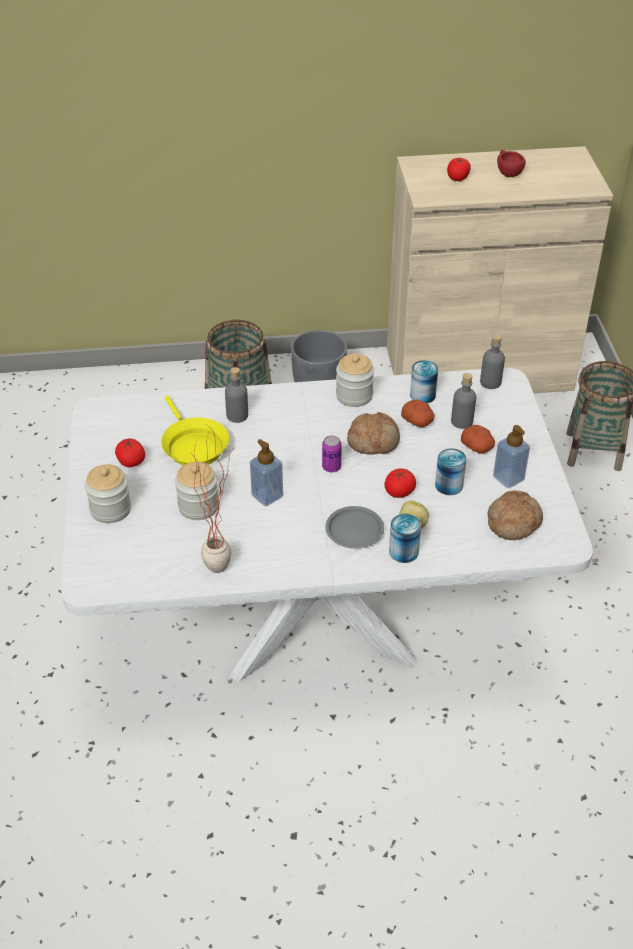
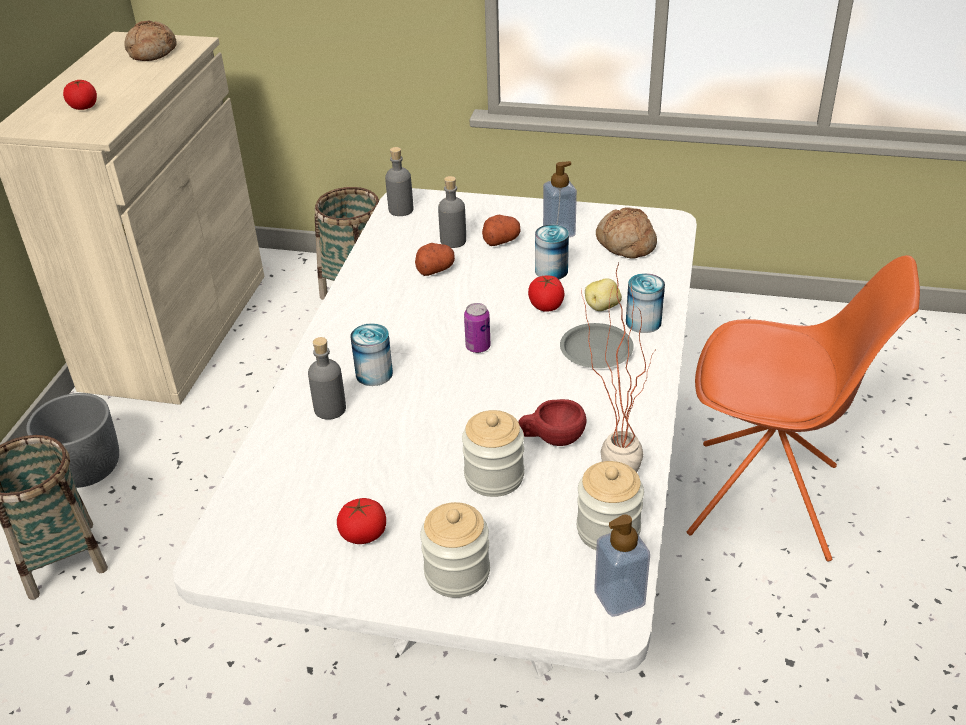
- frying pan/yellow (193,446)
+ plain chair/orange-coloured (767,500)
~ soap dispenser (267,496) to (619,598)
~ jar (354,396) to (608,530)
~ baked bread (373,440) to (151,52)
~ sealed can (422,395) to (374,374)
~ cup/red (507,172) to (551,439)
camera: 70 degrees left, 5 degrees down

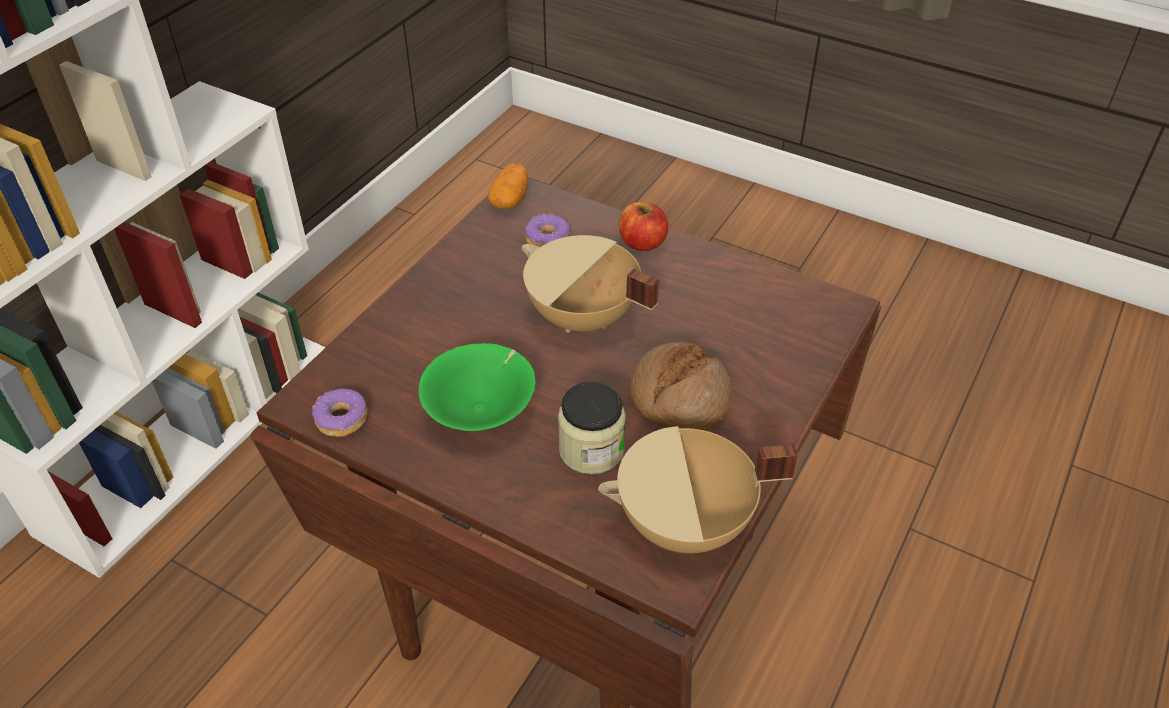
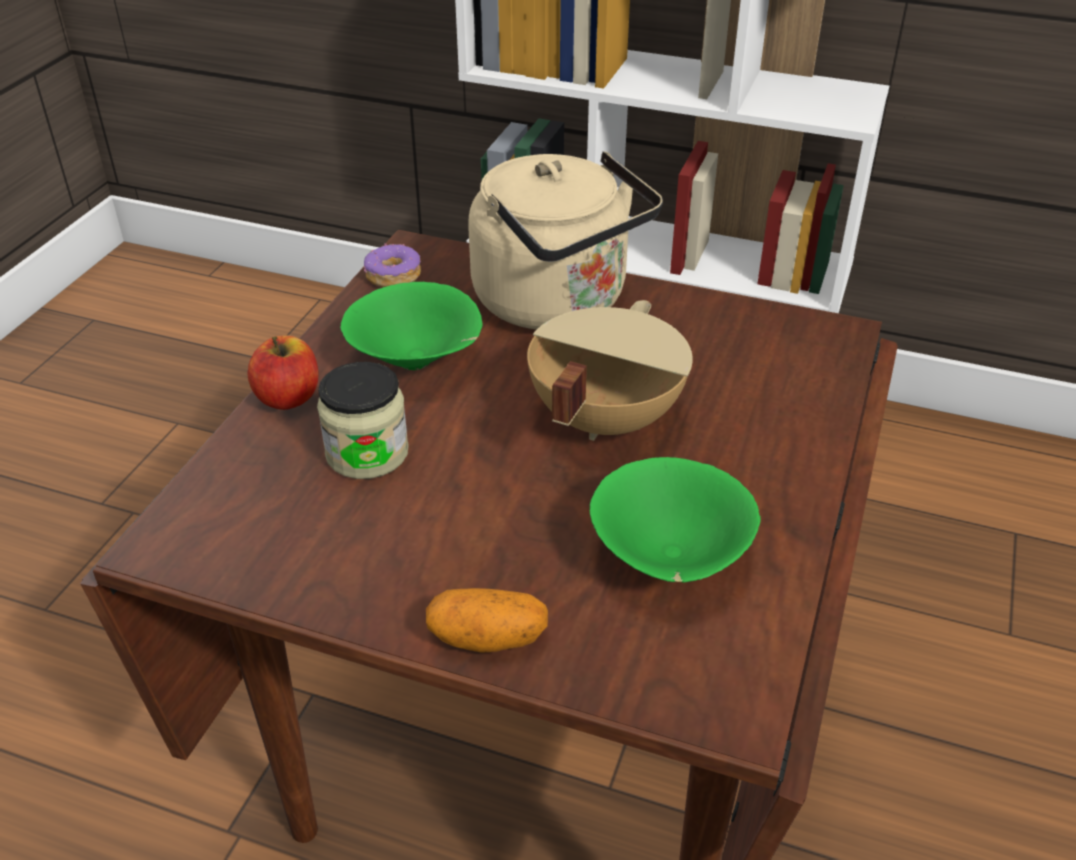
- doughnut (547,239)
- cooking pot/sand-coloured (685,526)
- baked bread (679,399)
+ kettle/sand-coloured (558,303)
+ serving bowl/green (669,560)
~ spud (510,199) to (487,637)
~ whole apple (642,243) to (288,397)
camera: 80 degrees right, 5 degrees down

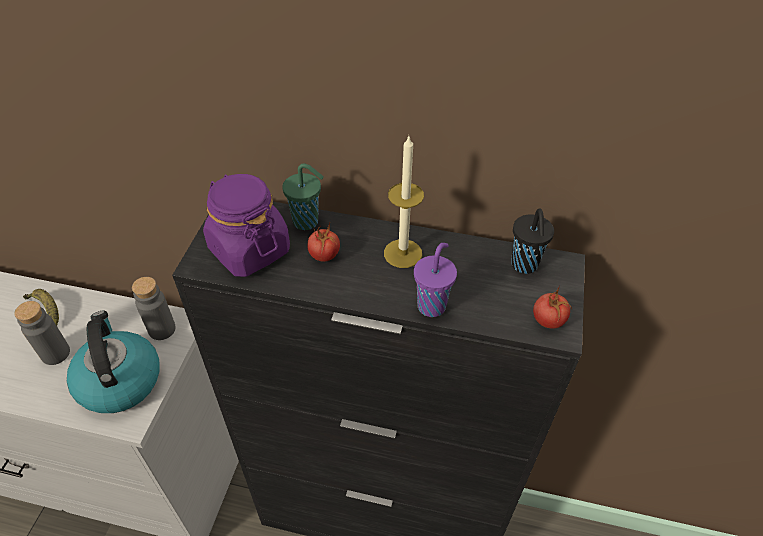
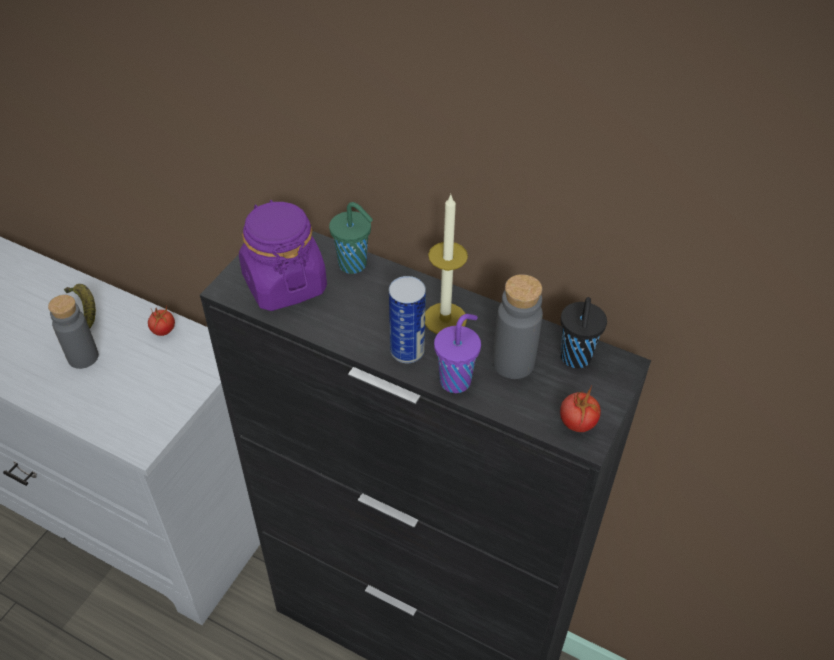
- kettle (119,380)
+ sealed can (407,351)
~ drink bottle/gray (162,329) to (513,363)
~ fresh tomato (324,256) to (163,331)
camera: 15 degrees right, 0 degrees up

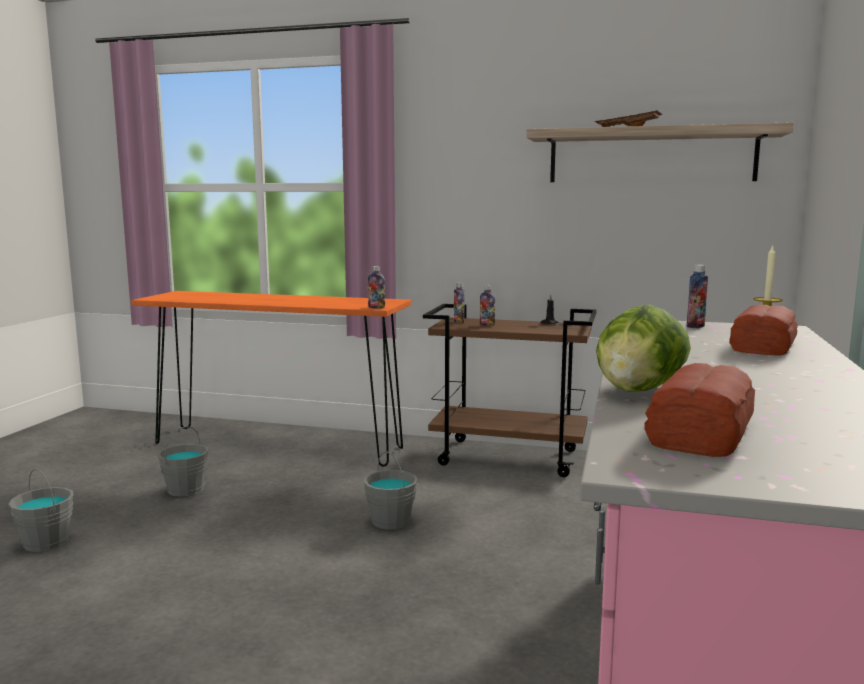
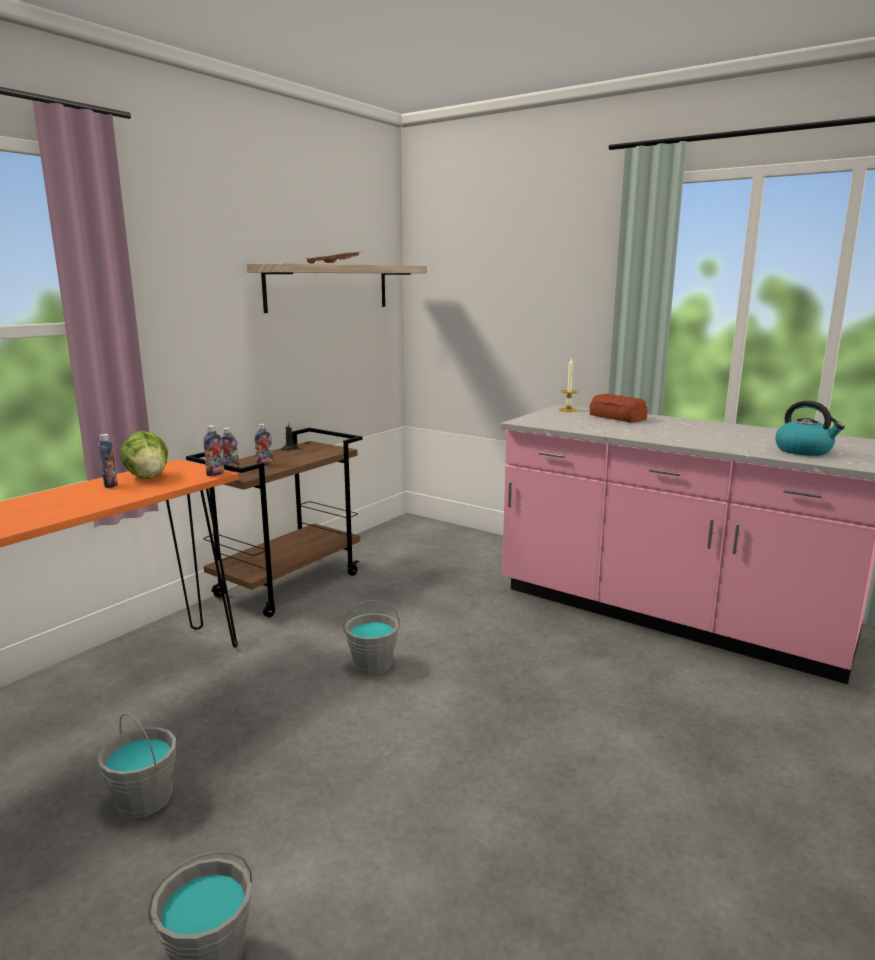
~ head of lettuce (638,390) to (148,477)
~ drink bottle (695,326) to (110,485)
~ baked bread (702,431) to kettle (804,451)
camera: 70 degrees left, 5 degrees up

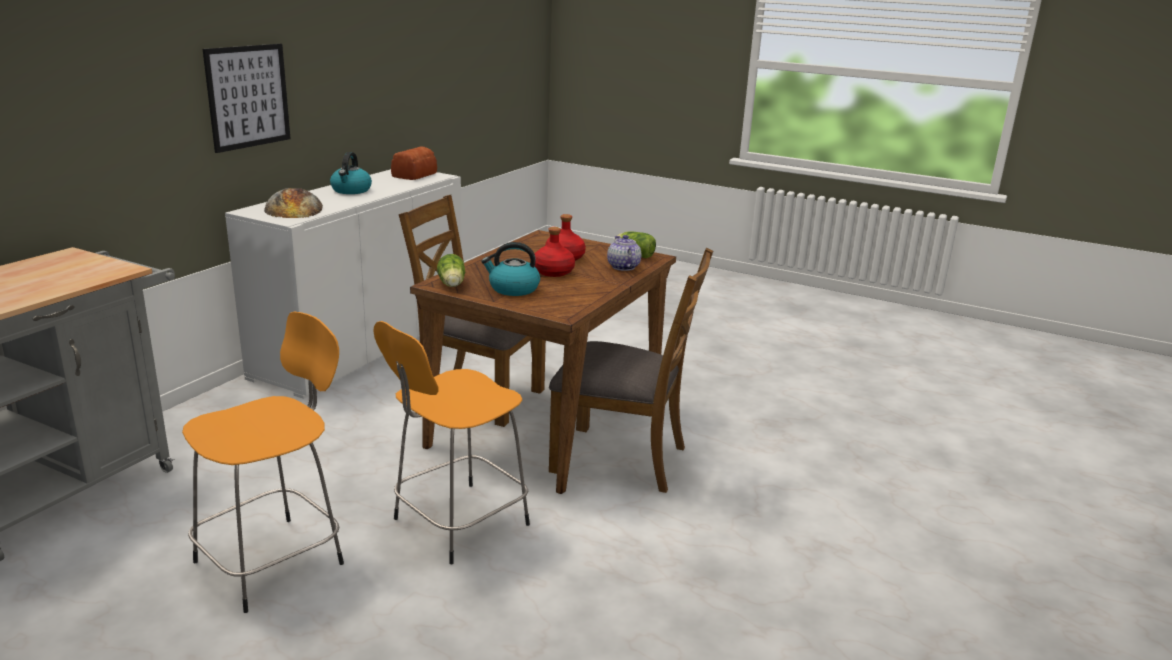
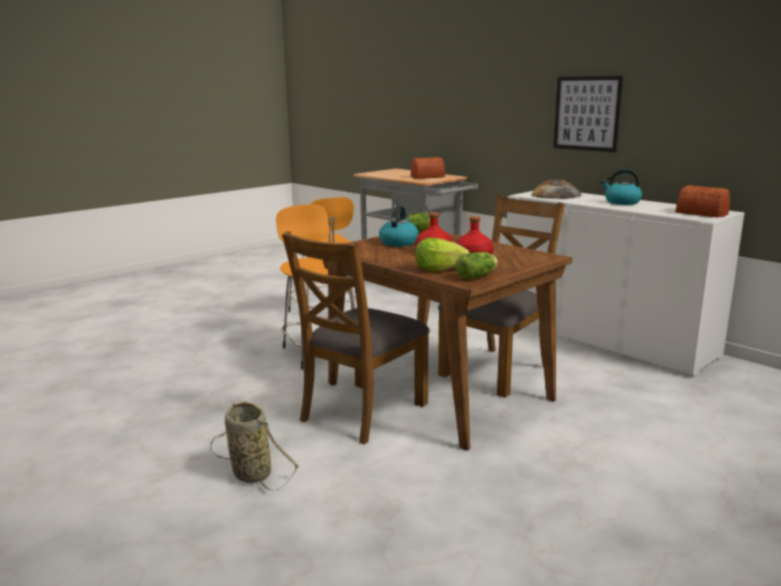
+ storage basket (250,472)
+ baked bread (426,177)
~ teapot (622,267) to head of lettuce (438,270)
camera: 110 degrees right, 5 degrees down

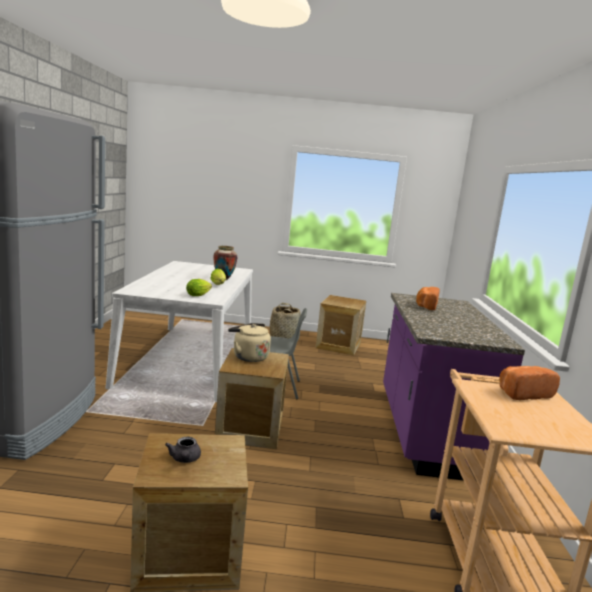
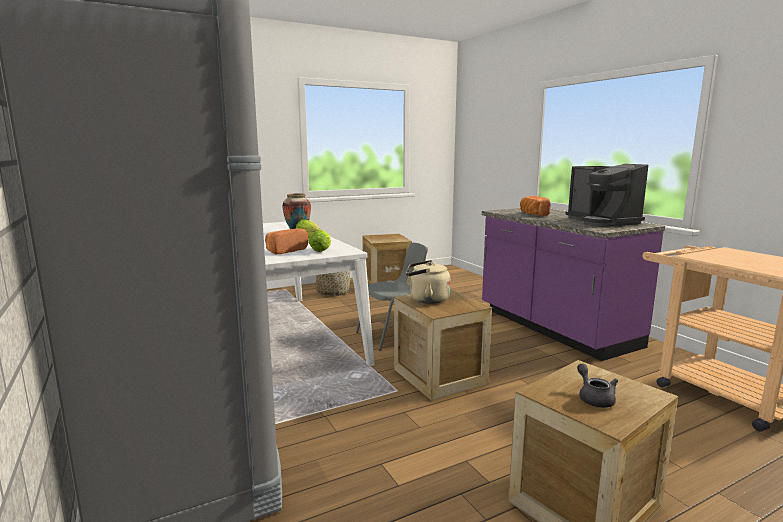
+ coffee brewer (602,222)
~ baked bread (522,393) to (285,251)
~ teapot/gray (184,459) = (594,398) 150 degrees counterclockwise
camera: 30 degrees left, 0 degrees up

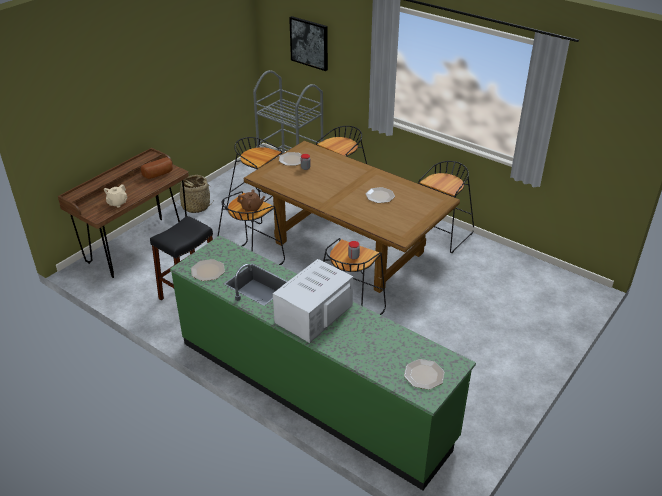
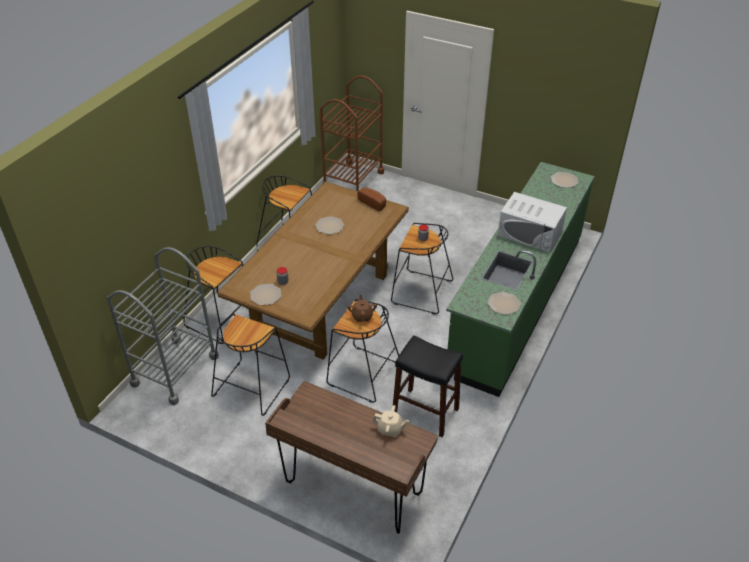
- storage basket (195,206)
- wall art (309,43)
+ wheeled cart/brown-coloured (353,180)
~ baked bread (159,174) to (373,203)
camera: 100 degrees left, 5 degrees up

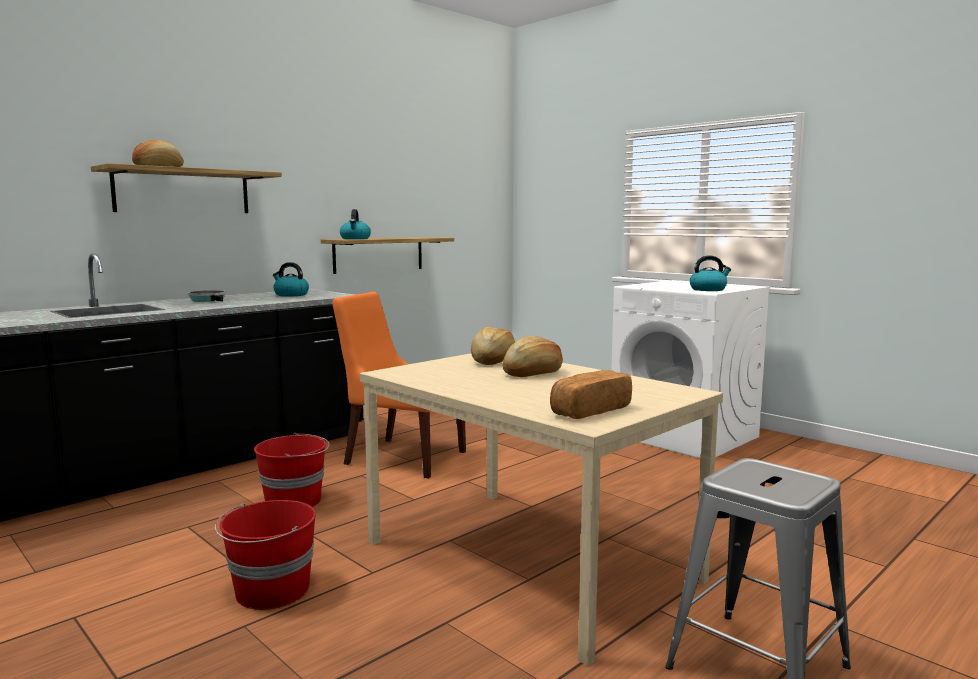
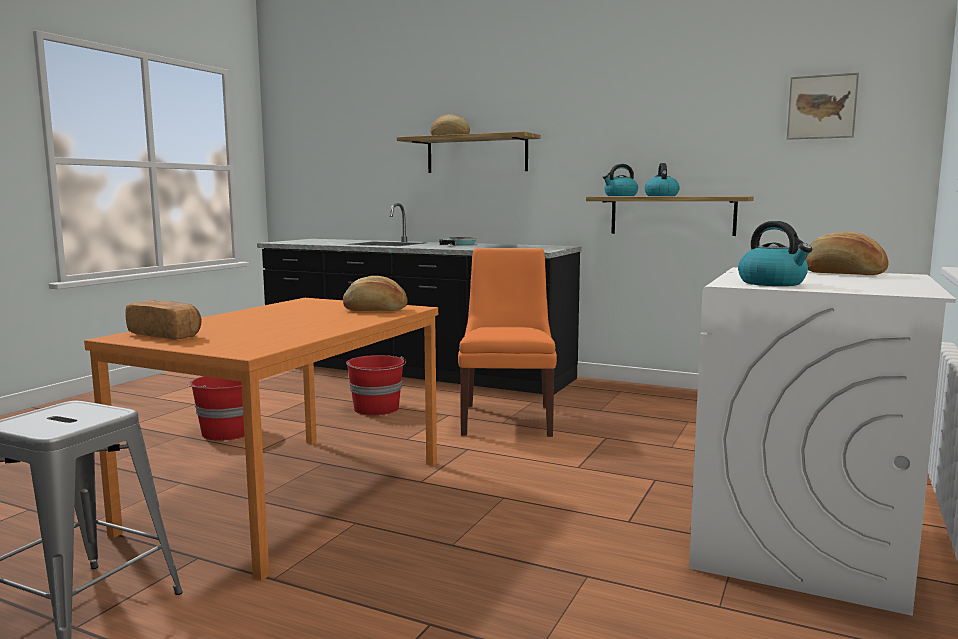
+ wall art (821,107)
~ kettle (290,295) to (661,196)
~ baked bread (533,373) to (842,273)
~ dinner table/sand-coloured (526,560) to dinner table/orange-coloured (291,494)
camera: 70 degrees right, 0 degrees up

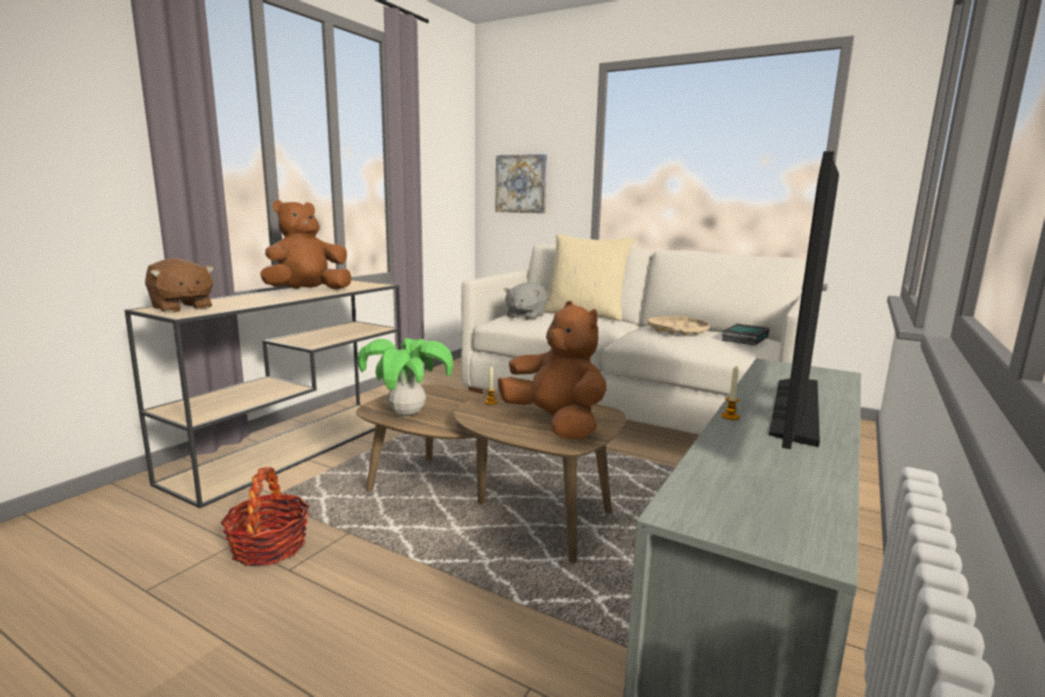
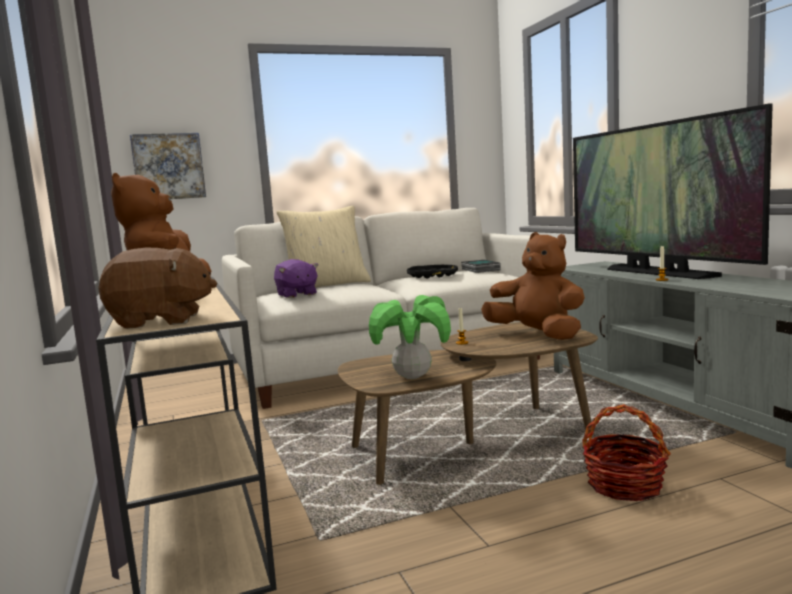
~ storage basket (269,546) to (624,485)
~ soft toy/gray (525,316) to soft toy/purplish (296,295)
~ carrying tray/sand-coloured (677,330) to carrying tray/blackish (432,275)
~ soft toy/brown-coloured (555,424) = (537,335) 45 degrees clockwise
camera: 50 degrees left, 5 degrees down

